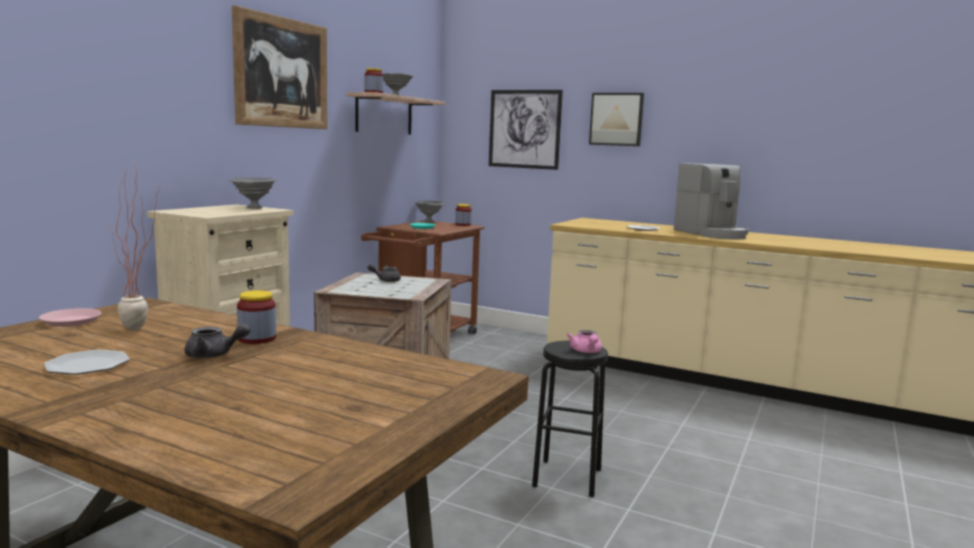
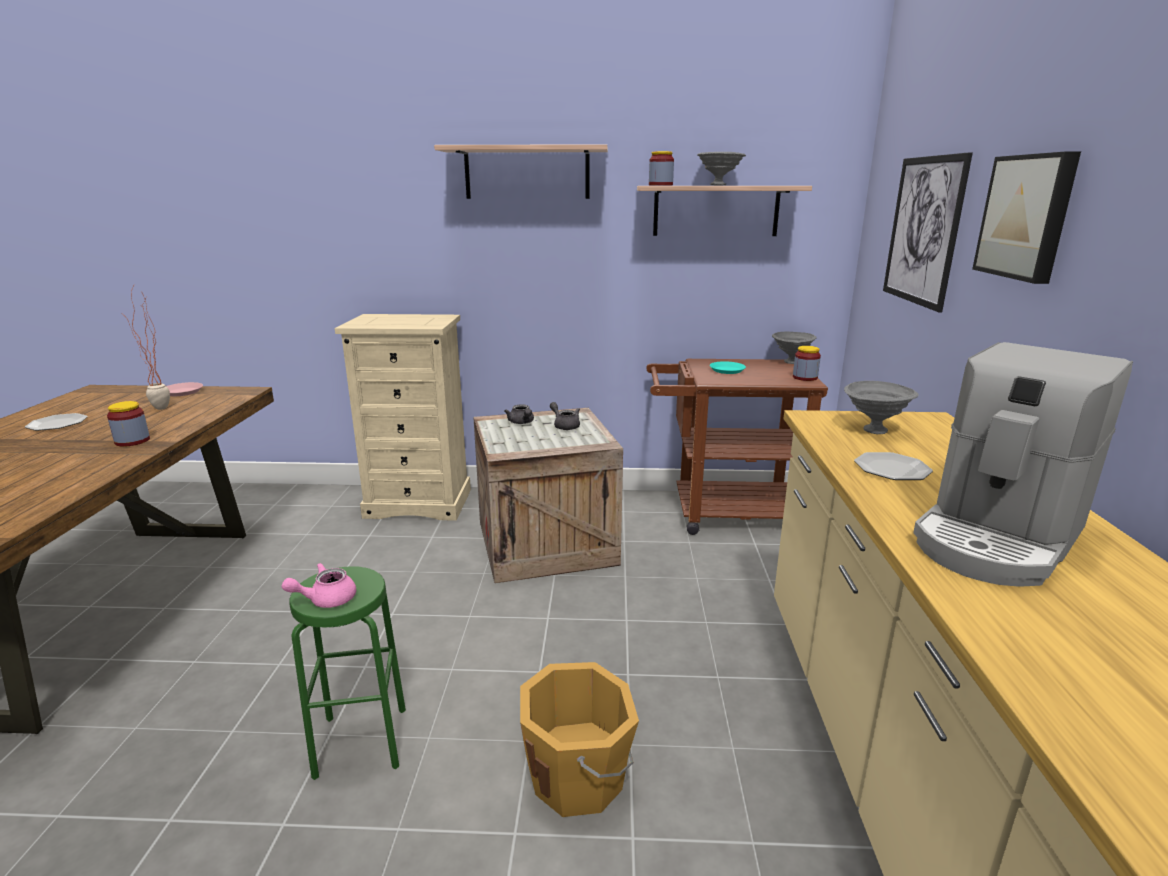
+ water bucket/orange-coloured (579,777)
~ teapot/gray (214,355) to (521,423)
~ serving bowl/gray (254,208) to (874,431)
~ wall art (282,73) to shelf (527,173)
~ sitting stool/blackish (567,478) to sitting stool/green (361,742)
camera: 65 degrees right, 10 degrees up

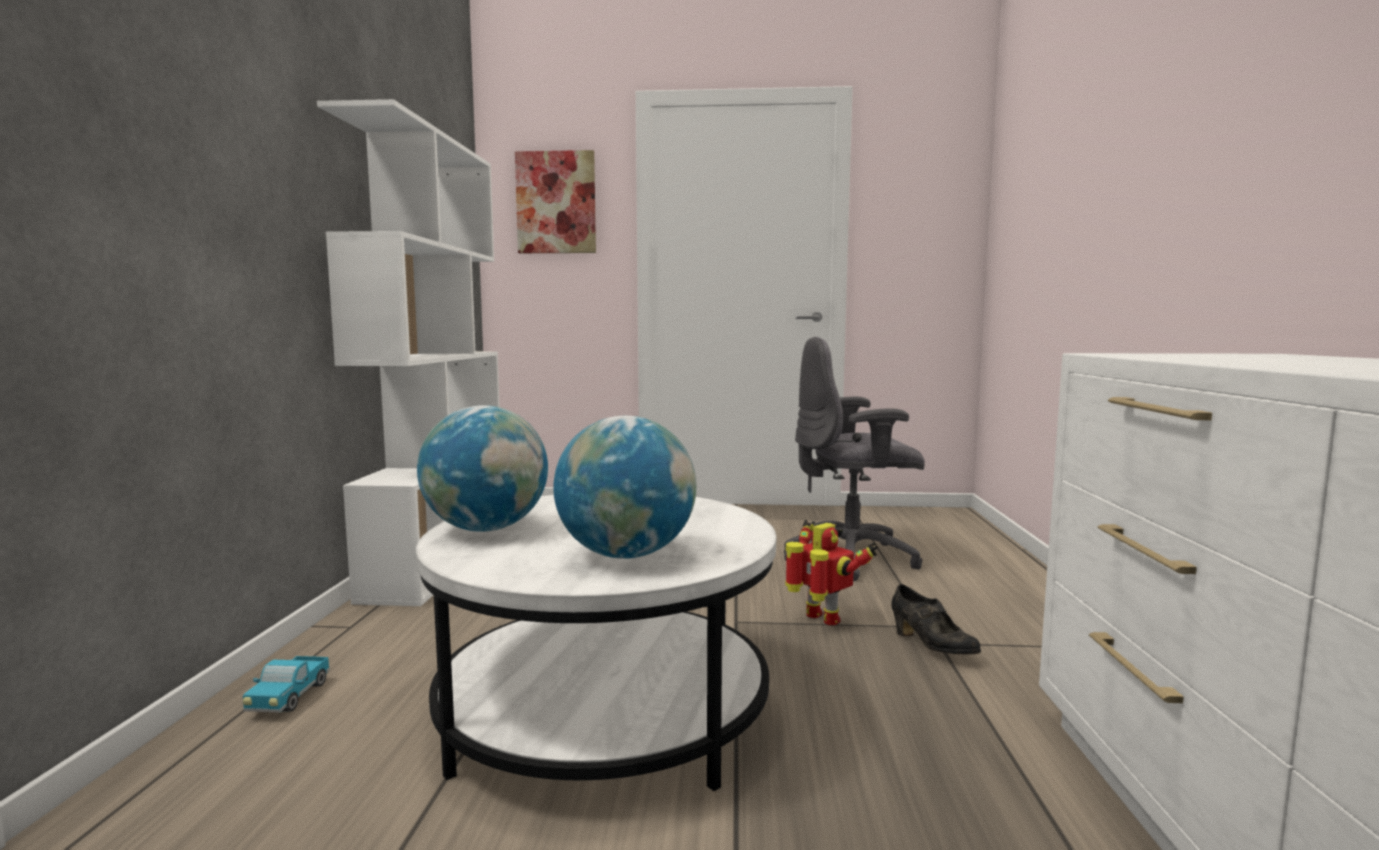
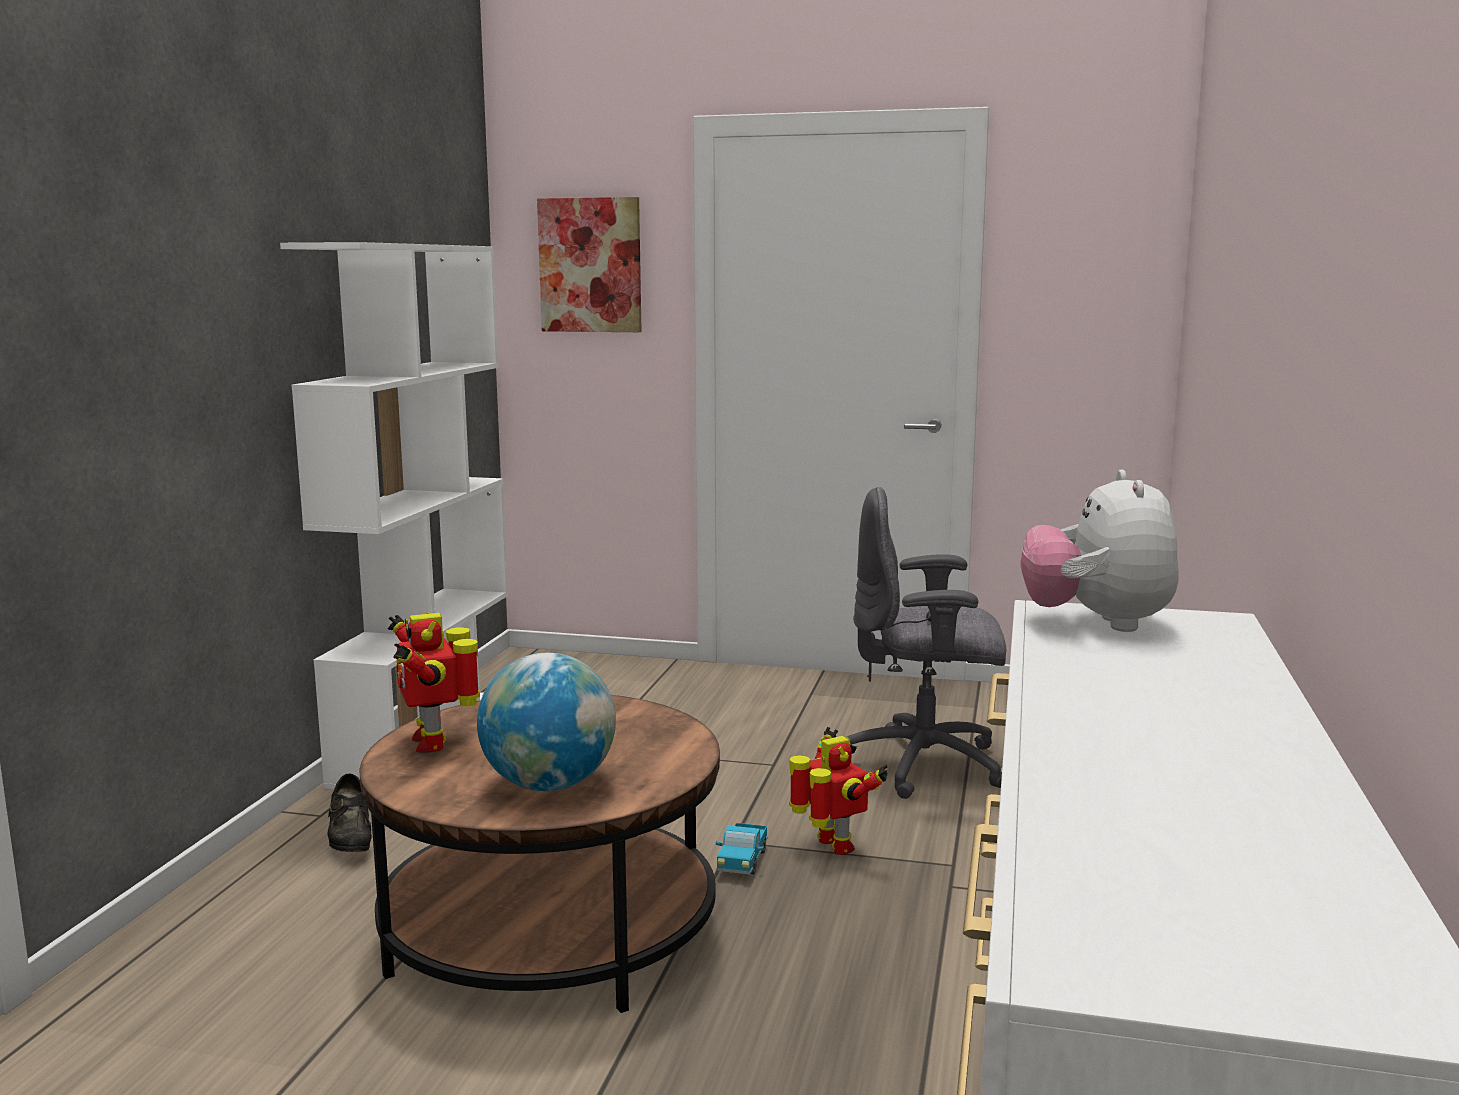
+ soft toy (1097,623)
~ toy lorry (289,698) to (742,862)
~ shoe/blackish (931,647) to (351,842)
~ desk globe (486,529) to robot figure (433,742)
~ coffee table/white (604,710) to coffee table/brown-coloured (549,928)
camera: 10 degrees right, 5 degrees up

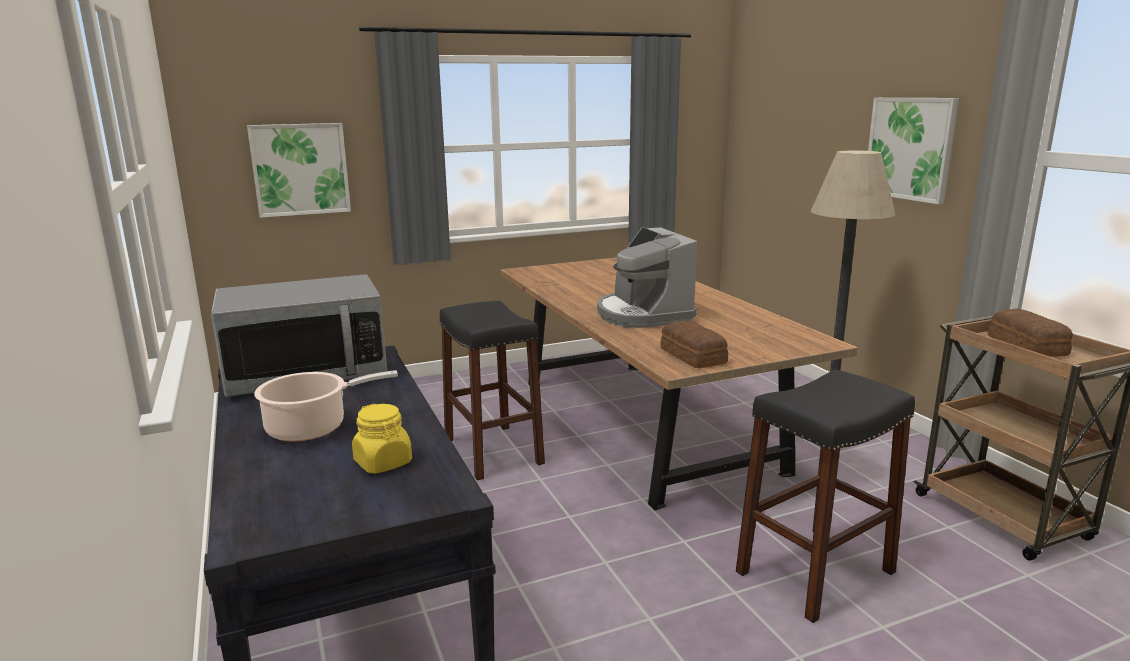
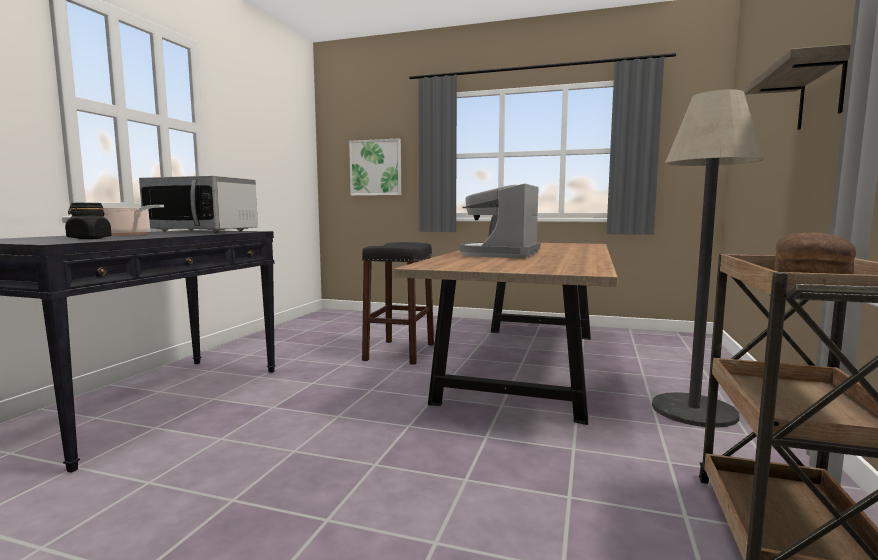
- baked bread (692,356)
- sitting stool/blackish (815,572)
~ wall art (910,148) to shelf (821,94)
~ jar/yellow (383,463) to jar/blackish (89,238)
camera: 40 degrees right, 10 degrees down

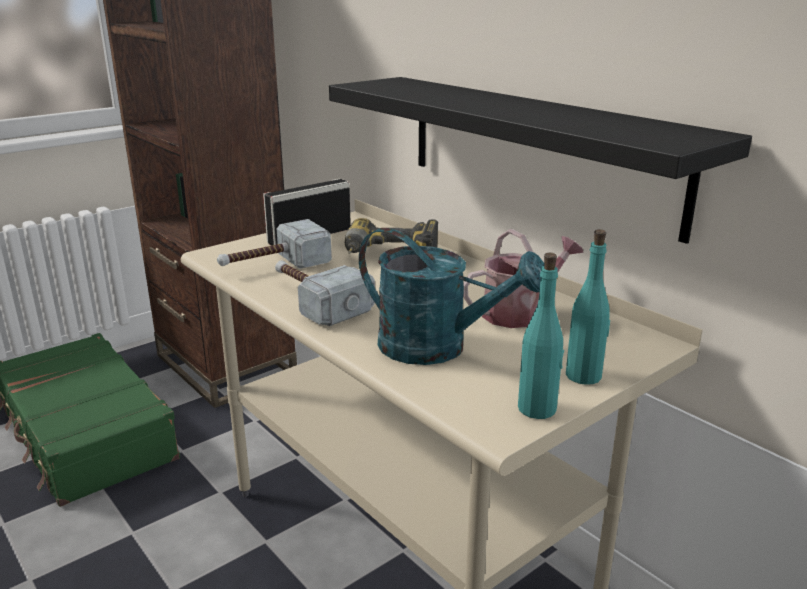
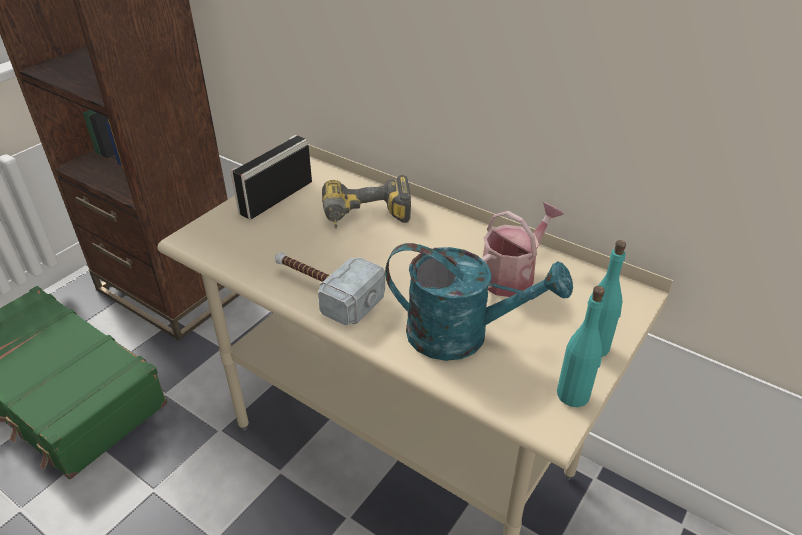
- tool hammer (274,265)
- shelf/blackish (536,150)
camera: 15 degrees left, 15 degrees up

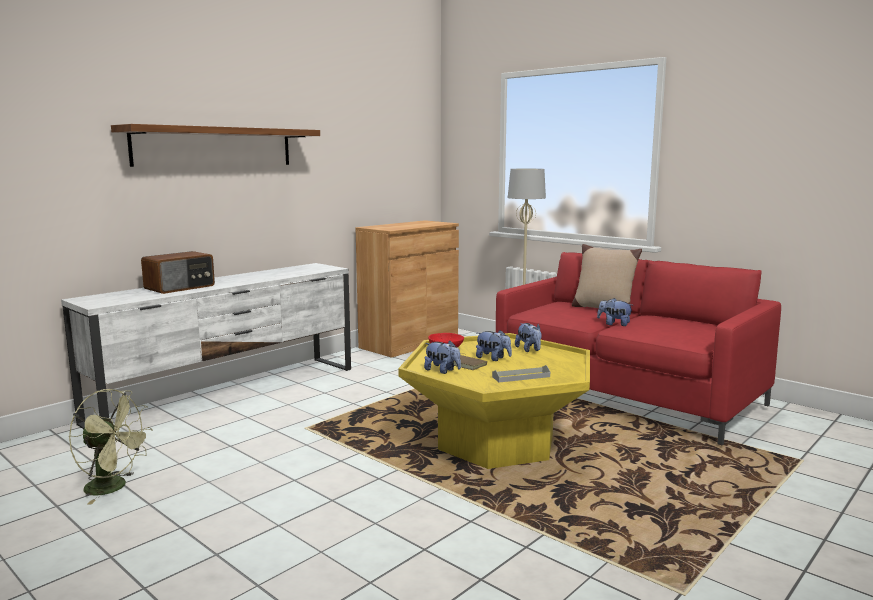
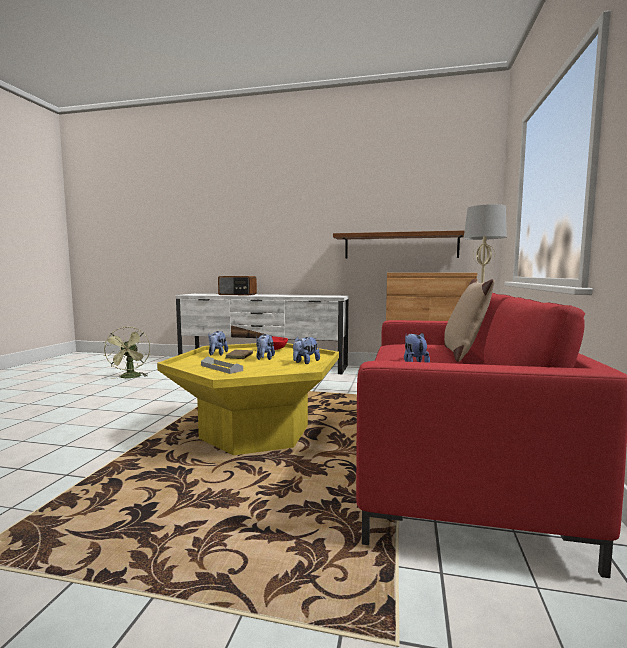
~ shelf (215,147) to (400,246)
camera: 60 degrees right, 5 degrees down

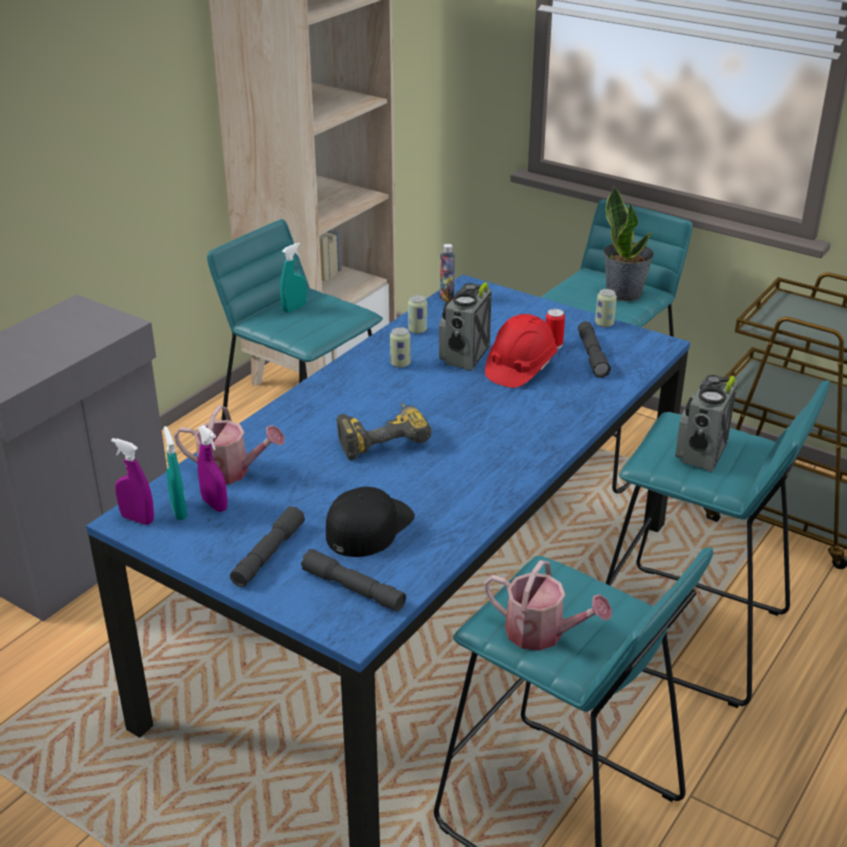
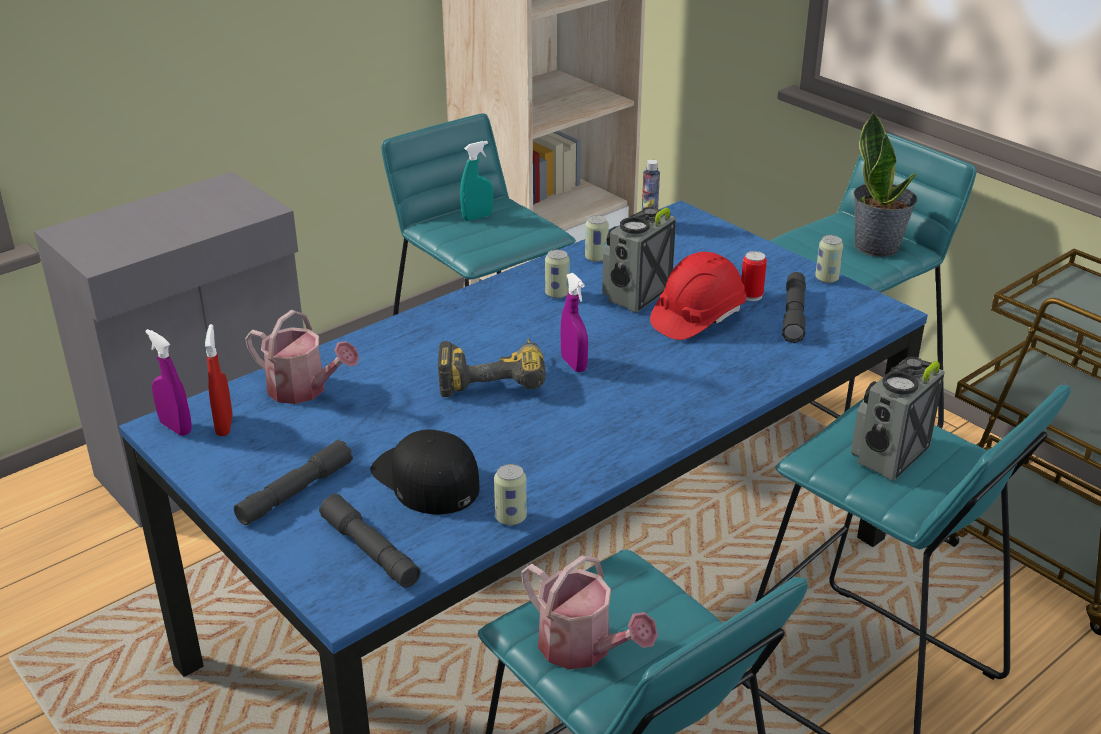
+ sealed can (511,518)
~ spray bottle/purplish (214,505) to (574,364)
~ spray bottle/turquoise-coloured (179,511) to spray bottle/red (224,425)
~ baseball cap/blackish (369,526) = (425,478) 90 degrees counterclockwise
camera: 15 degrees right, 0 degrees up

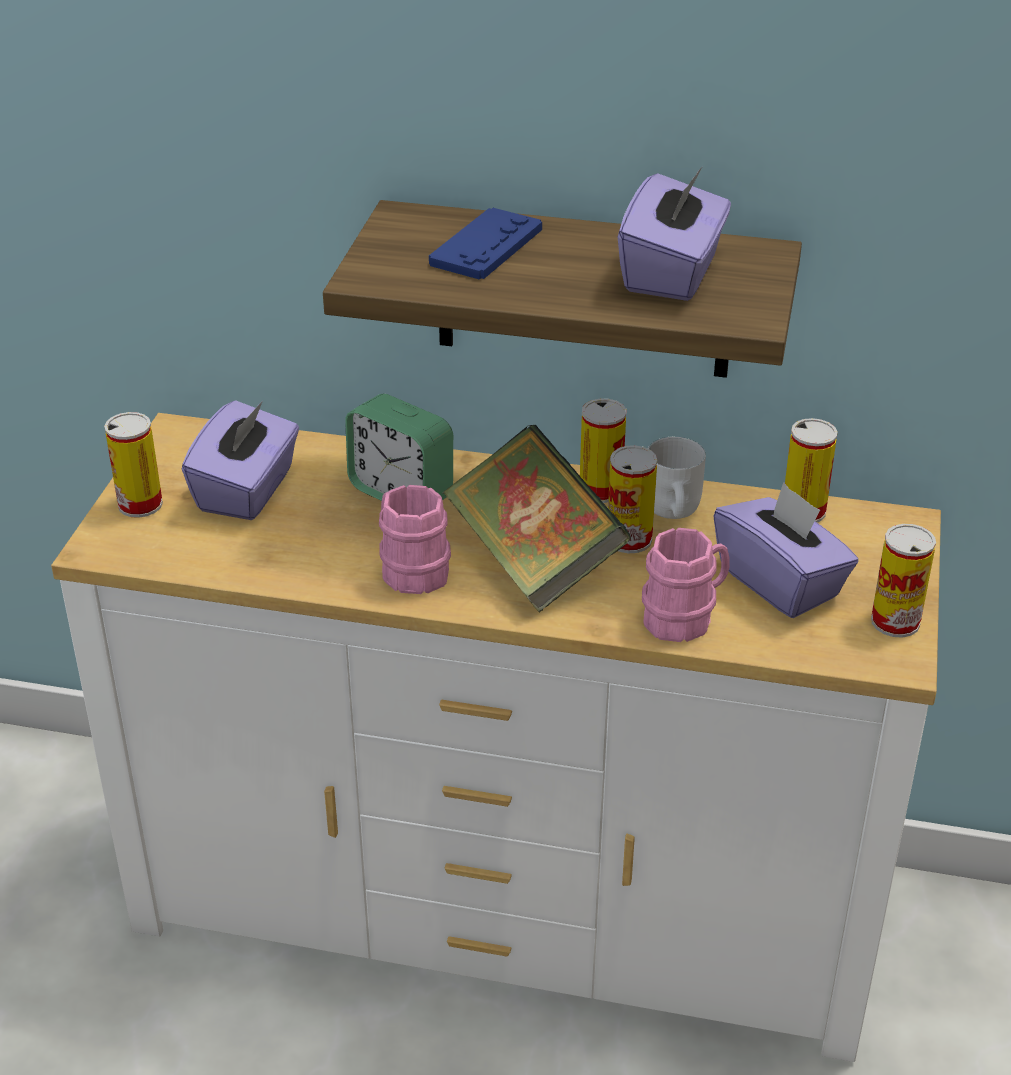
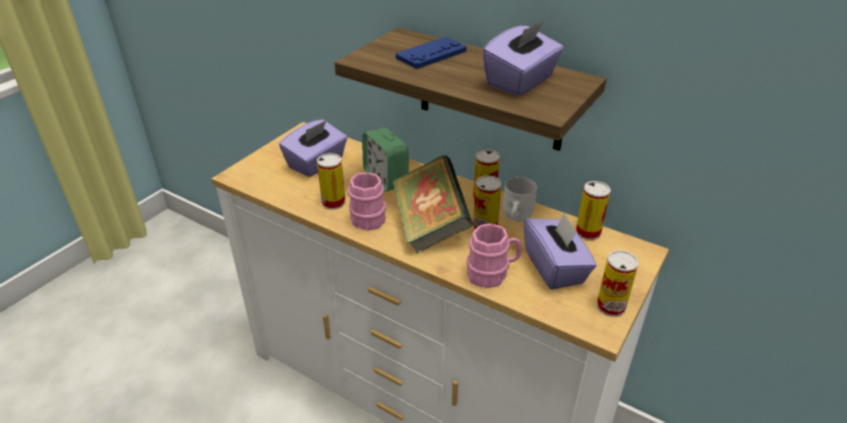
~ sealed can (140,504) to (333,202)
camera: 20 degrees right, 0 degrees up

